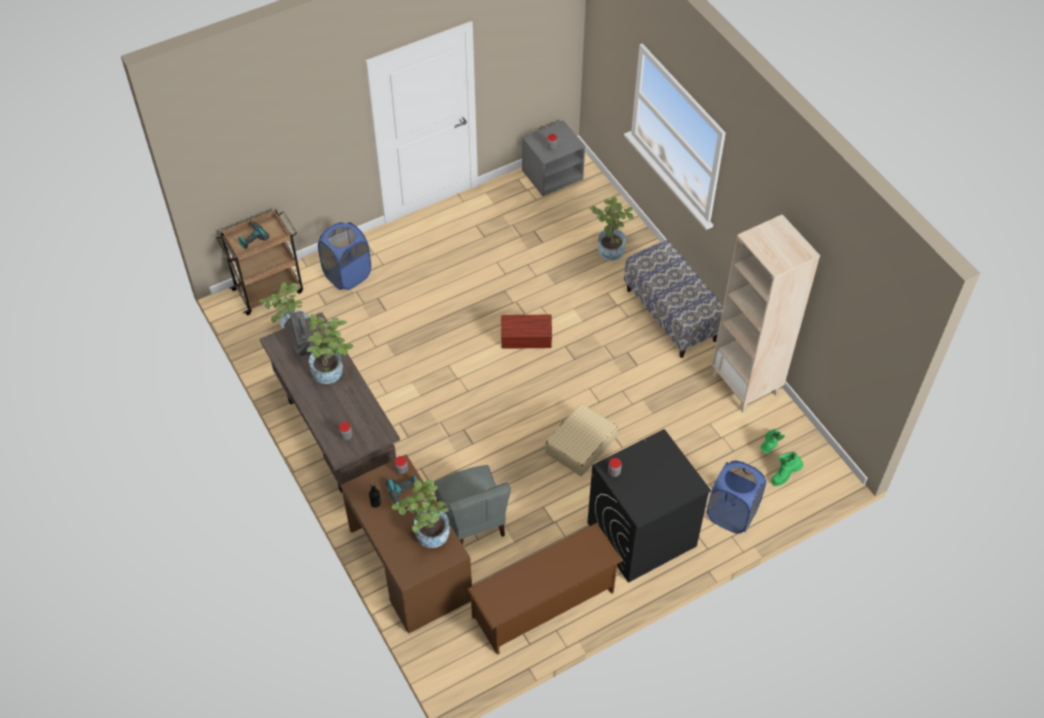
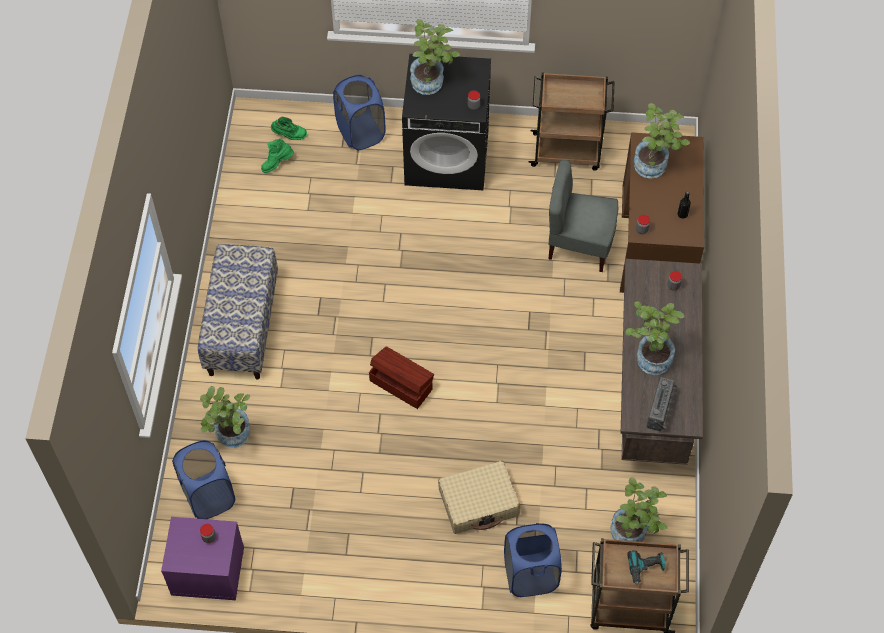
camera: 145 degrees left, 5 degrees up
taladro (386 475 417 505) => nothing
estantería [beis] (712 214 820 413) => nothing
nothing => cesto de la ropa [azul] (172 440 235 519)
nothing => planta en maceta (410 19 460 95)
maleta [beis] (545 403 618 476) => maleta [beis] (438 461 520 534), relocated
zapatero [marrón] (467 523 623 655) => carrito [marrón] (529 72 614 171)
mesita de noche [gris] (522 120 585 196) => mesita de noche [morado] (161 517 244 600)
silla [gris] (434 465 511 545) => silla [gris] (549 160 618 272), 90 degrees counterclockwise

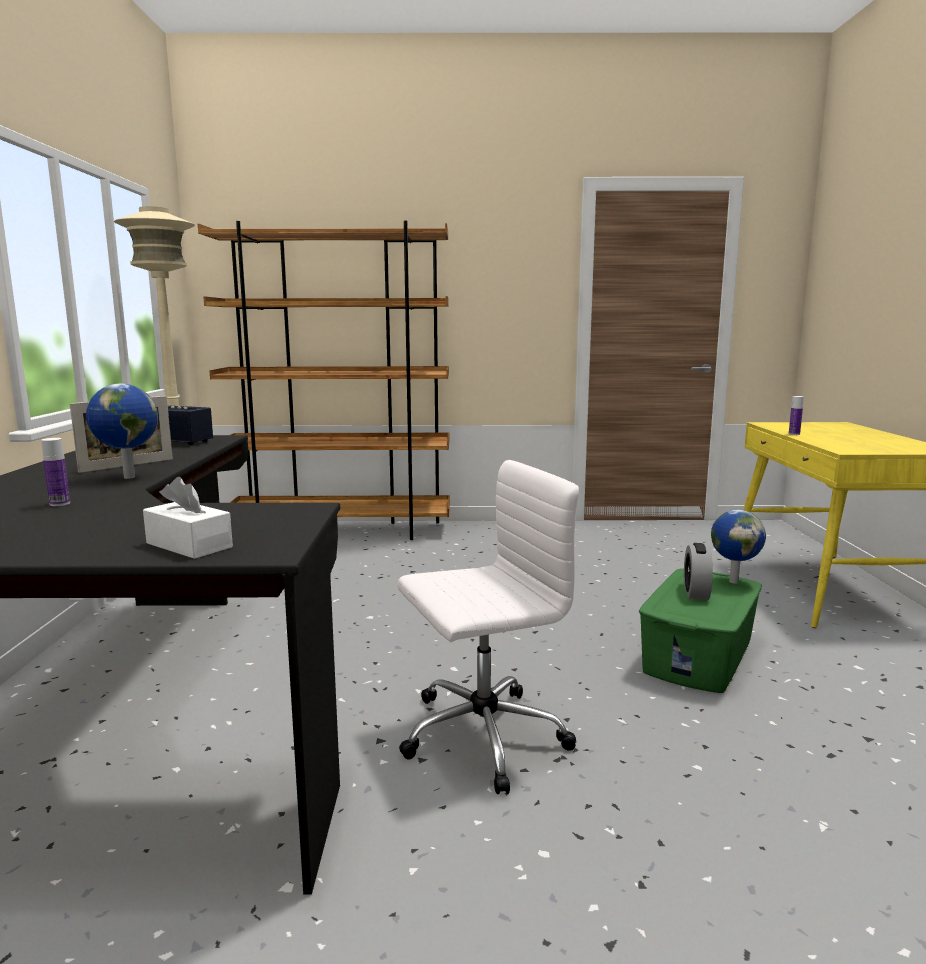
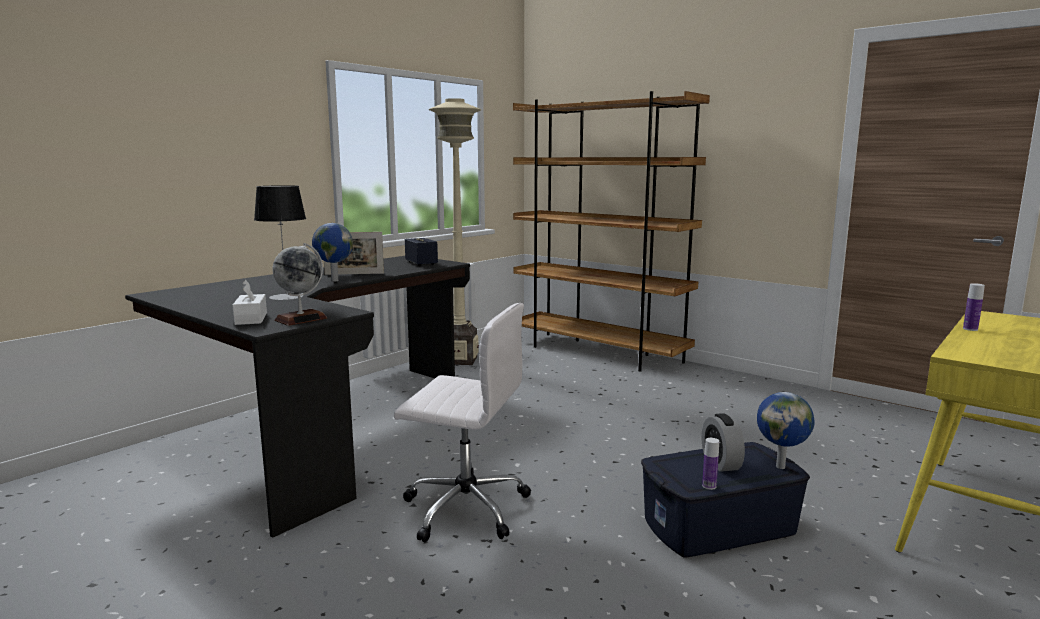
camera: 40 degrees right, 0 degrees up
nothing => lámpara de mesa (254 185 306 300)
nothing => globo terráqueo (273 243 327 326)
botella (41 438 70 506) => botella (702 438 719 490), relocated
caja de almacenaje [verde] (639 569 762 693) => caja de almacenaje [azul] (641 442 810 557)
despertador (684 543 713 600) => despertador (701 413 745 472), 60 degrees counterclockwise

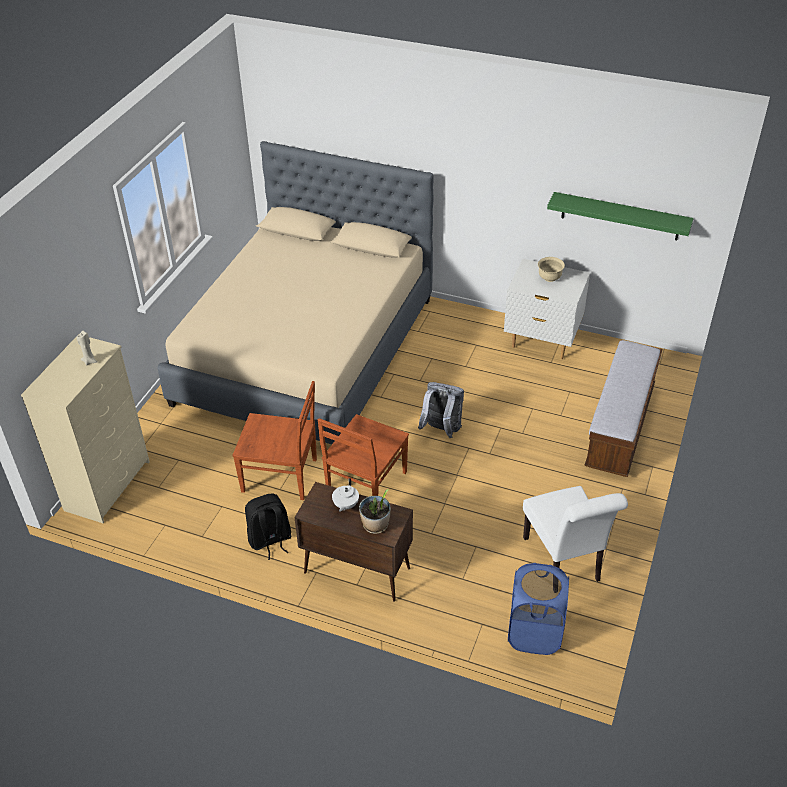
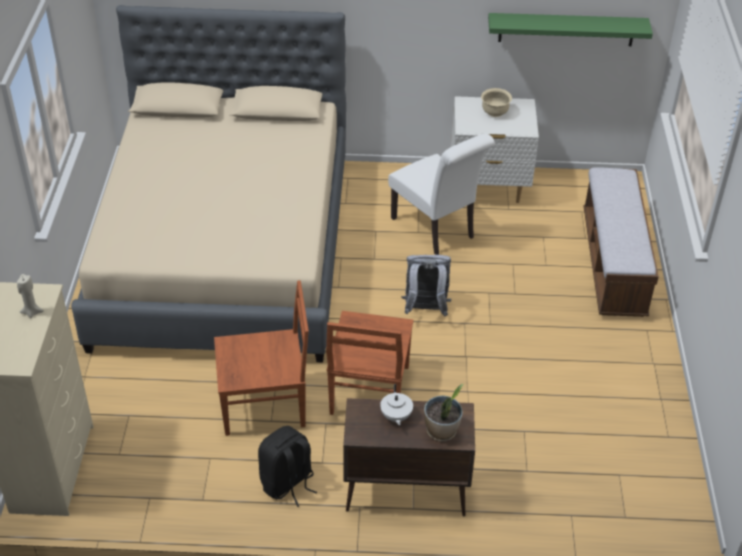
camera: 20 degrees left, 0 degrees up
cesto de la ropa [azul] (508 563 569 655) => nothing
silla [blanco] (523 486 628 582) => silla [blanco] (388 134 495 255), relocated

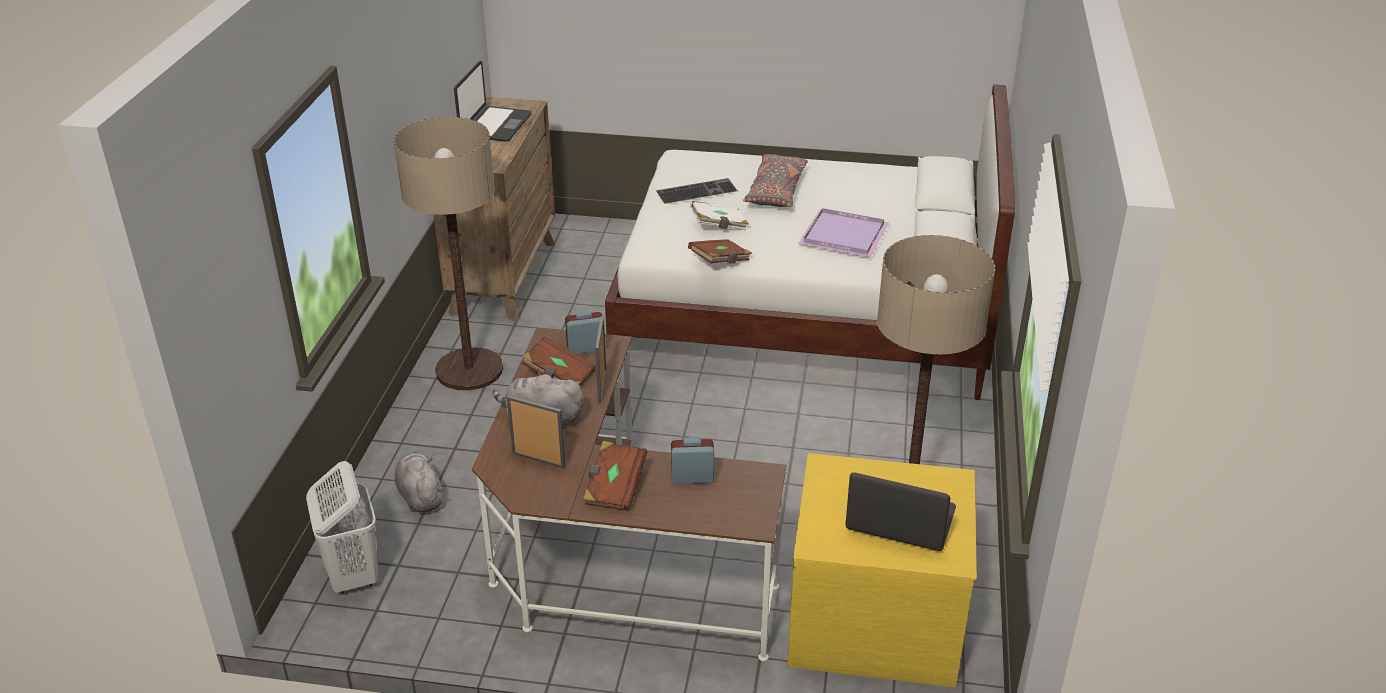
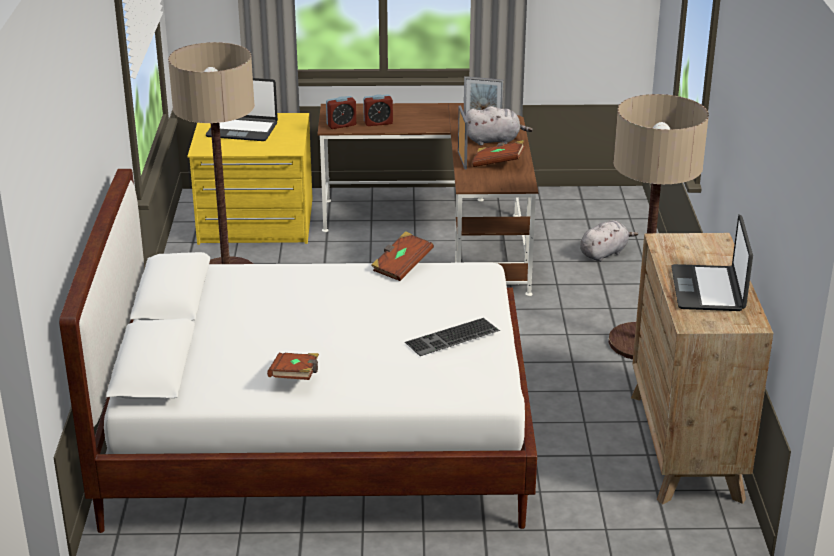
camera: 170 degrees right, 5 degrees down
cesto de la ropa [blanco] (306 461 378 593) => nothing
libro [blanco] (690 201 749 230) => nothing
cojín [gris] (743 154 808 207) => nothing
bandeja [morado] (798 208 889 258) => nothing
despertador (565 311 605 354) => despertador (326 96 356 129), relocated
libro [marrón] (583 441 647 511) => libro [marrón] (267 353 319 380), relocated
peluche [gris] (395 451 443 513) => peluche [gris] (580 220 638 262), 90 degrees counterclockwise

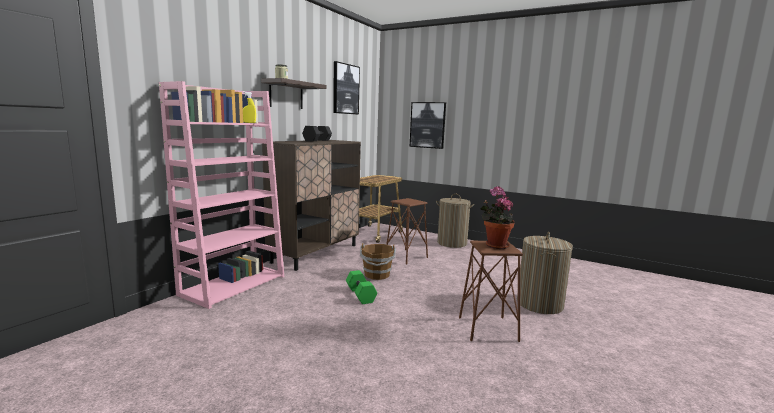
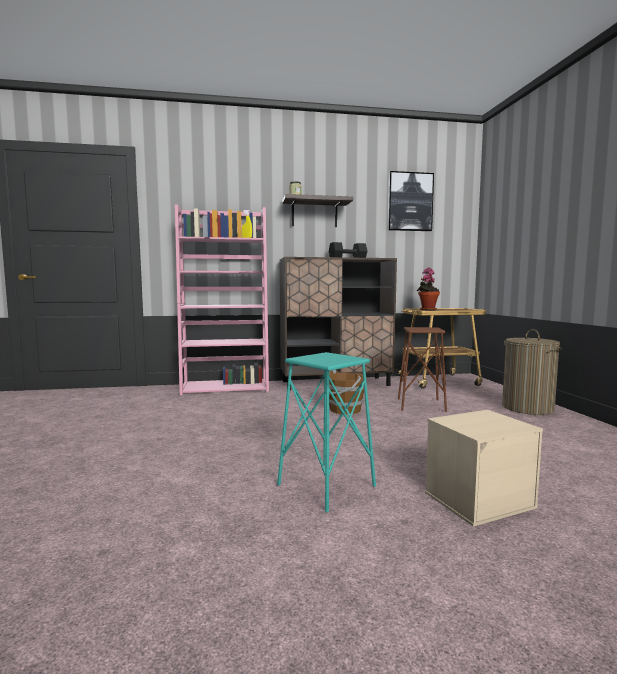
camera: 50 degrees right, 5 degrees down
mancuerna [verde] (346 270 377 304) => nothing
cuadro (410 102 446 149) => nothing
planta en maceta (480 186 515 249) => planta en maceta (417 268 440 310), relocated
cesto de la ropa (517 232 573 314) => caja de almacenaje [beis] (425 410 543 527)
taburete [marrón] (459 241 523 342) => taburete [turquesa] (277 352 376 512)

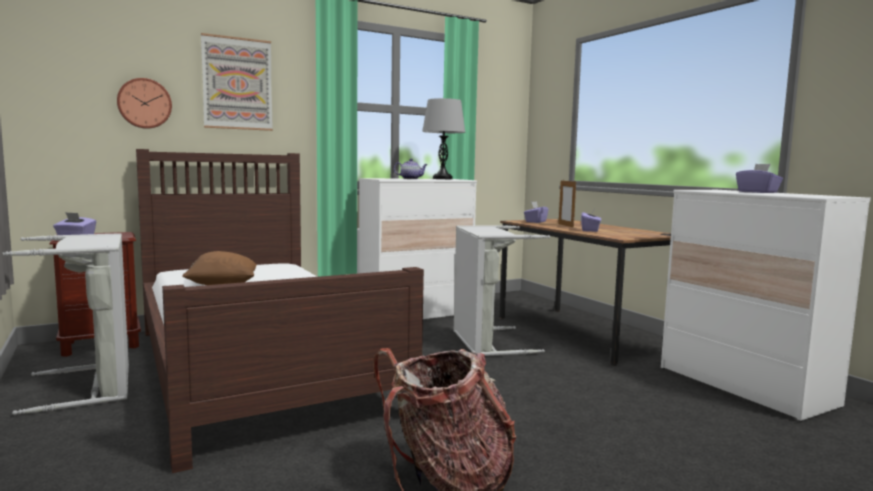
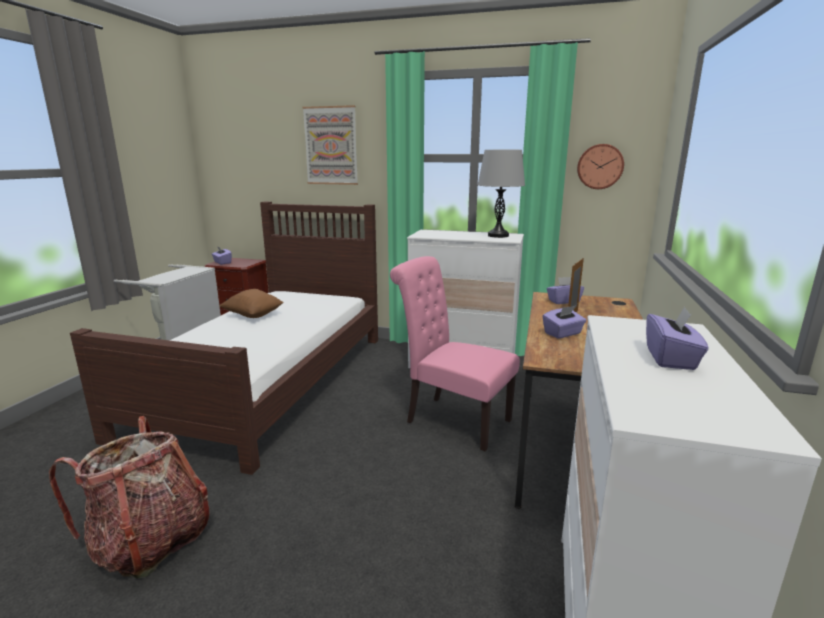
camera: 45 degrees right, 10 degrees up
tetera (394 159 428 179) => nothing
reloj de pared (117 78 172 129) => reloj de pared (577 144 624 189), relocated
cesto de la ropa [gris] (453 225 550 356) => silla [rosa] (390 256 520 451)

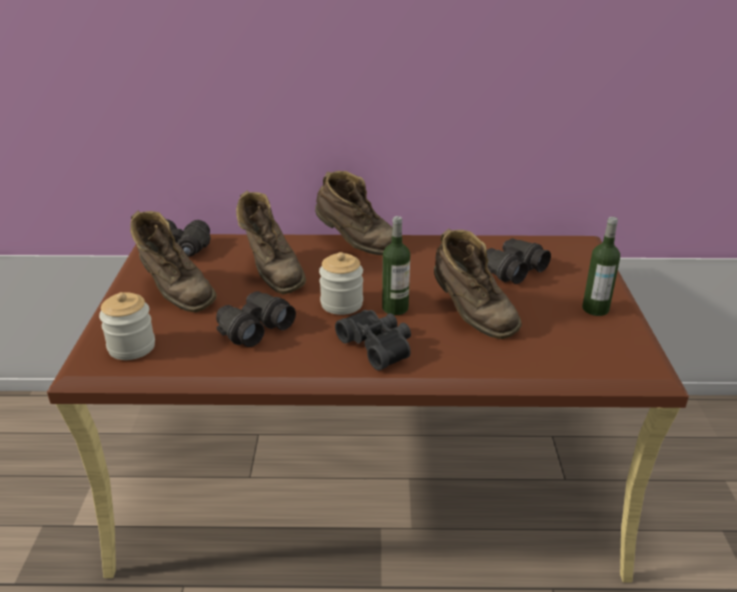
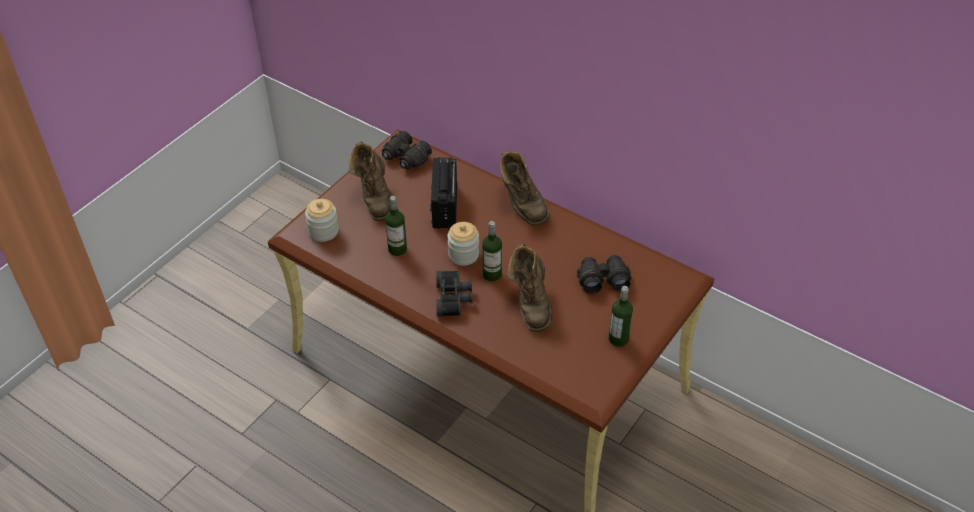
camera: 35 degrees right, 15 degrees up
prismáticos [negro] (216 291 296 347) => botella (385 196 407 256)
bota [marrón] (236 190 306 294) => radio (430 157 457 229)

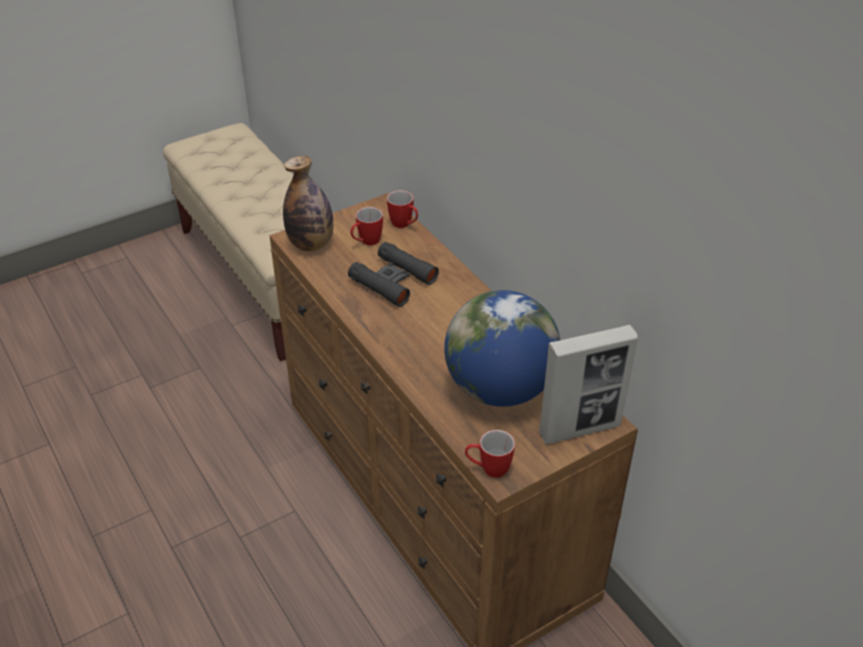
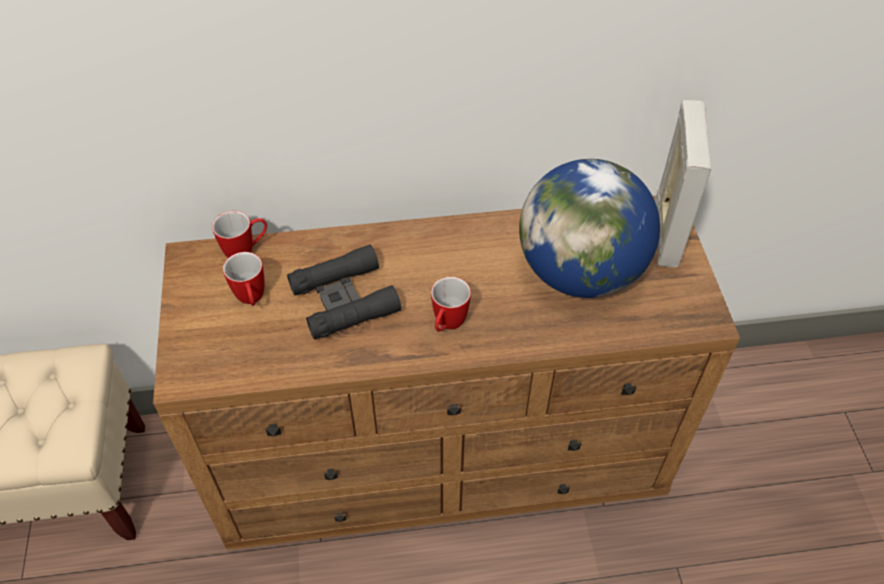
camera: 65 degrees left, 10 degrees up
botella (283 156 333 251) => nothing
taza grande (465 430 515 478) => taza grande (431 277 471 332), relocated

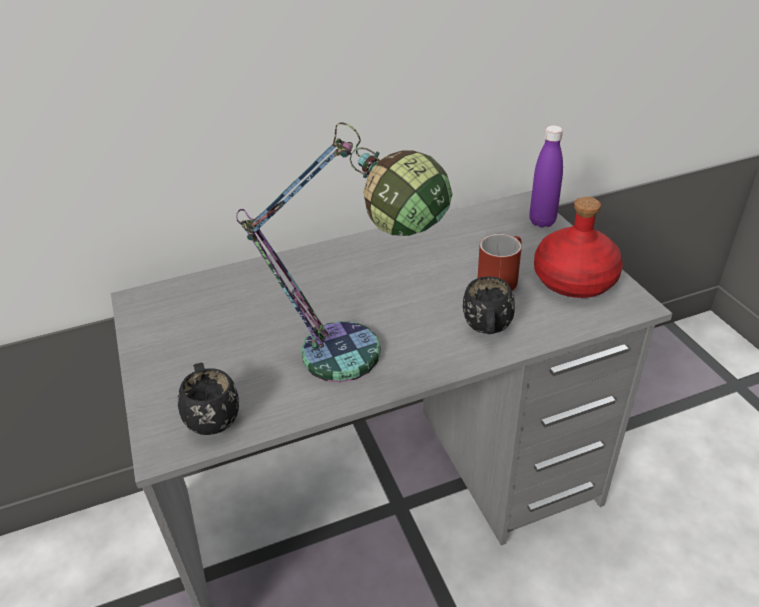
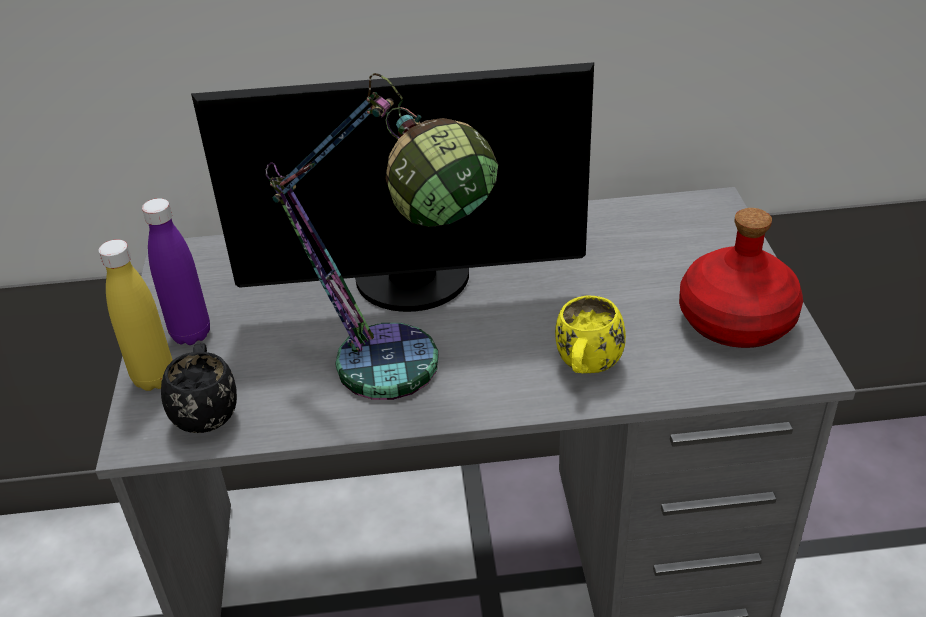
camera: 15 degrees right, 0 degrees up
taza grande [rojo] (478 234 522 291) => nothing
nothing => botella [amarillo] (99 240 173 391)
nothing => monitor (191 62 594 312)
botella [morado] (530 125 563 228) => botella [morado] (142 198 210 345), relocated
taza grande [negro] (463 277 515 334) => taza grande [amarillo] (555 296 626 373)

